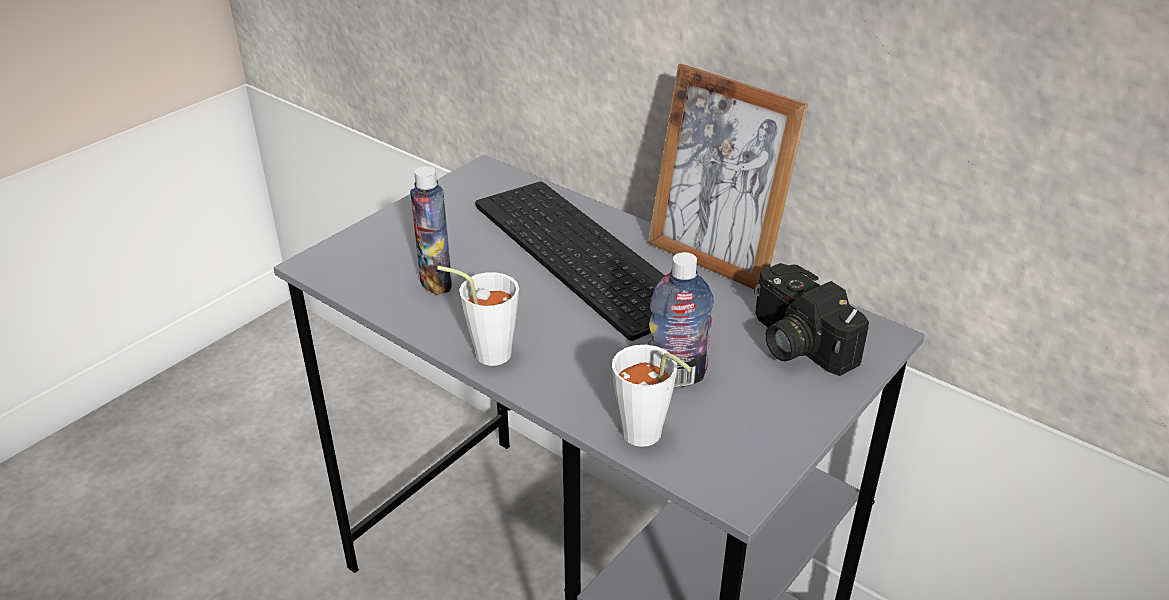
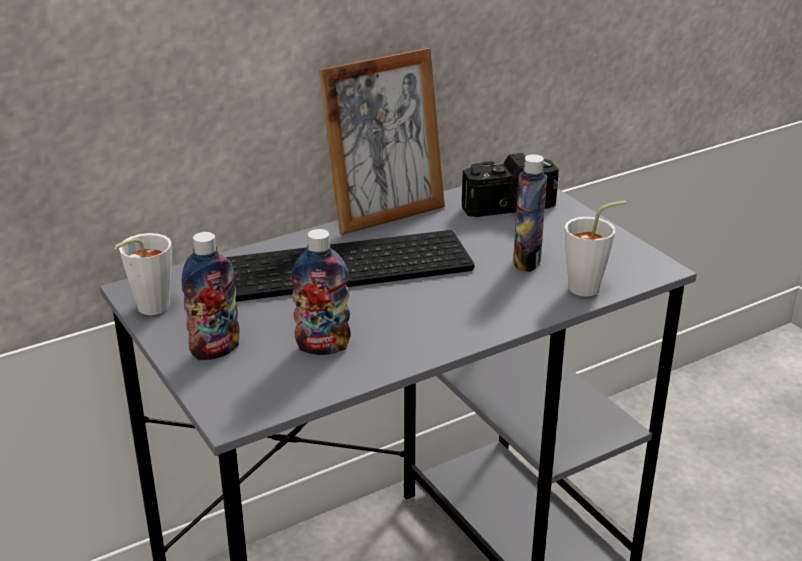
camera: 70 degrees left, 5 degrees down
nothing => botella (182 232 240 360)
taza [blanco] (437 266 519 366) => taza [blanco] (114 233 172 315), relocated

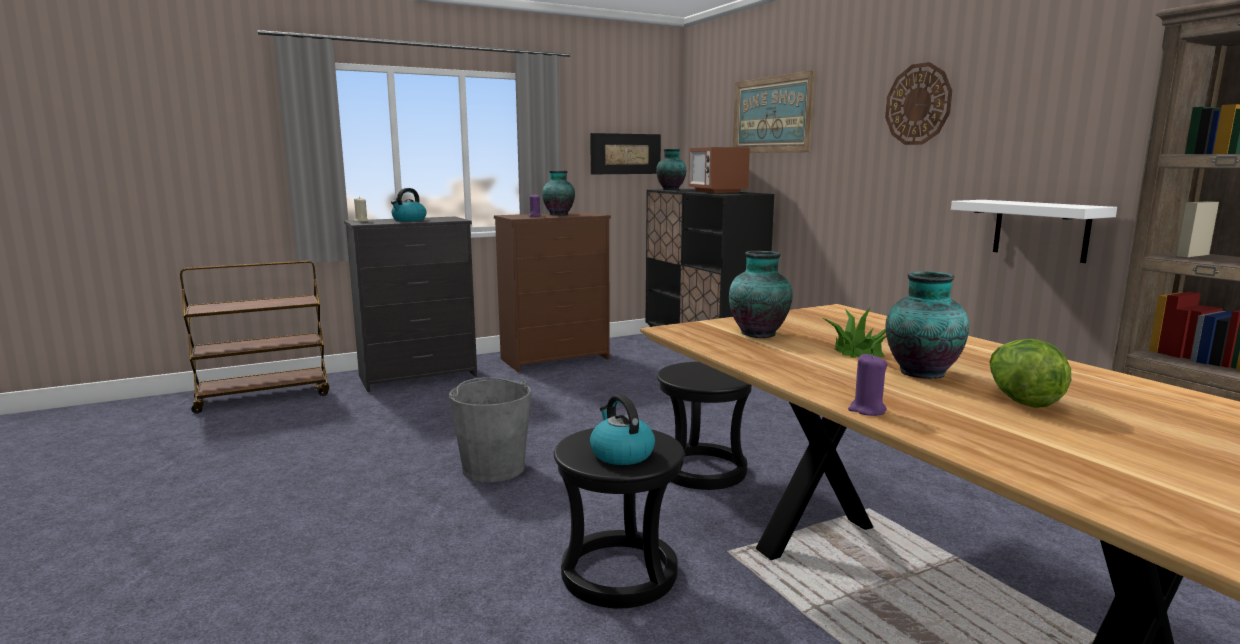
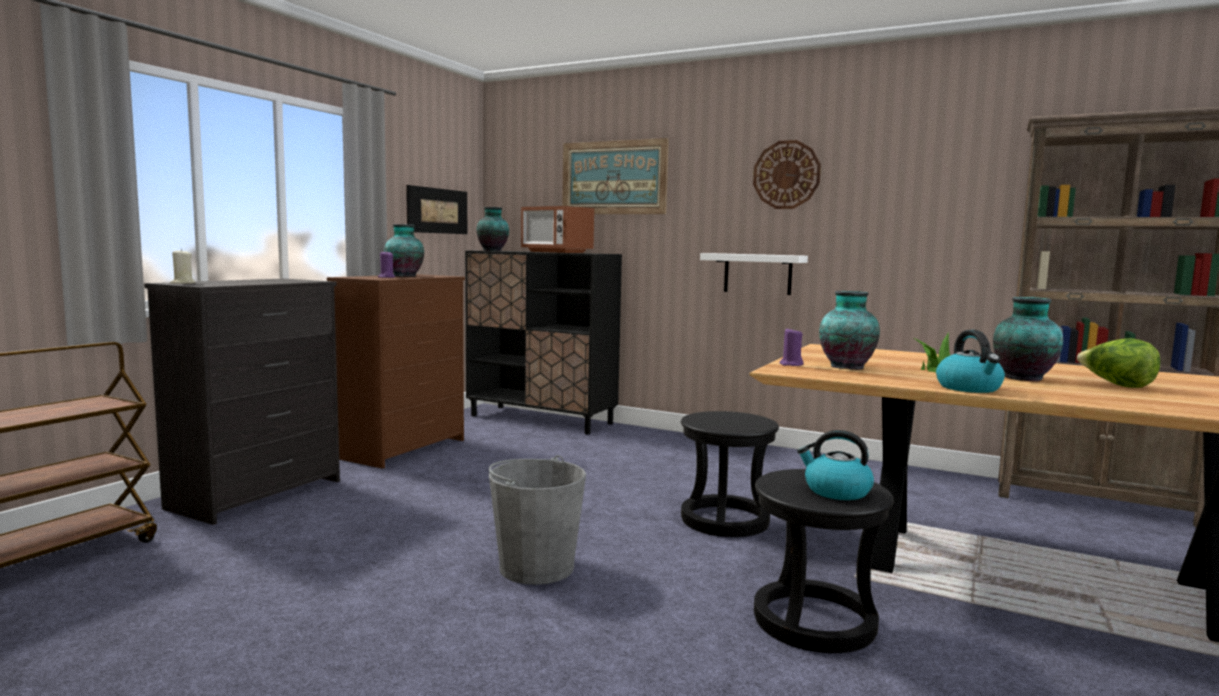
camera: 35 degrees left, 5 degrees down
hervidor (391 188 427 222) => hervidor (936 330 1005 393), relocated
vela [morado] (848 353 888 416) => vela [morado] (780 327 803 366), relocated
estante [blanco] (951 200 1117 263) => estante [blanco] (700 253 808 295), relocated

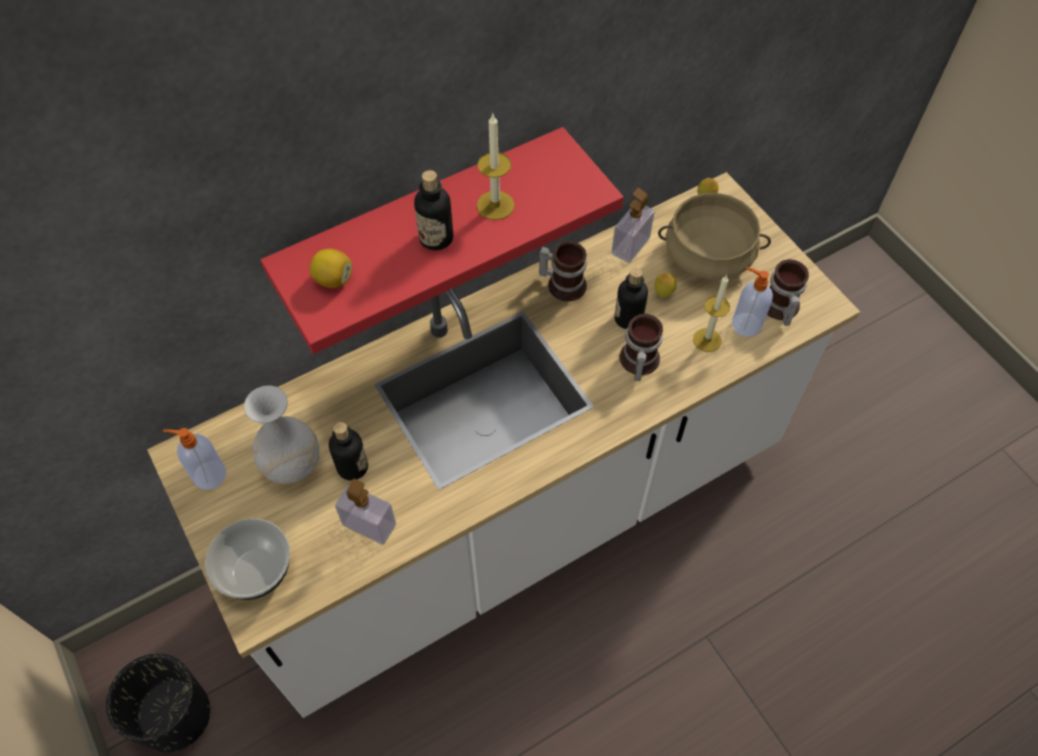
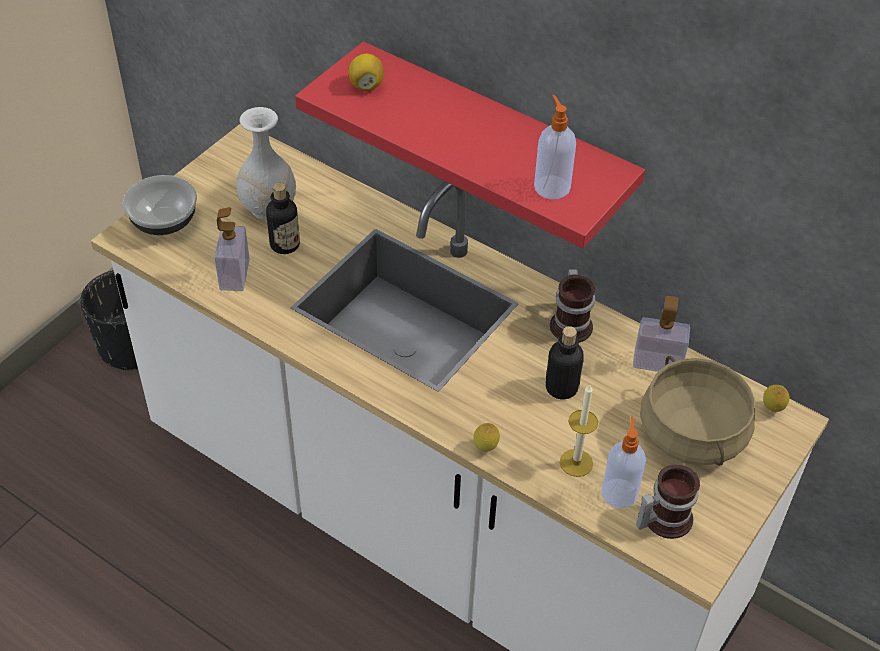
camera: 65 degrees right, 10 degrees down
botella (414 170 453 250) => nothing
vela (477 113 514 220) => nothing
taza grande (619 314 663 381) => nothing
dispensador de jabón (163 428 226 490) => dispensador de jabón (534 95 576 200), relocated
limón (654 273 677 298) => limón (473 423 500 452), relocated

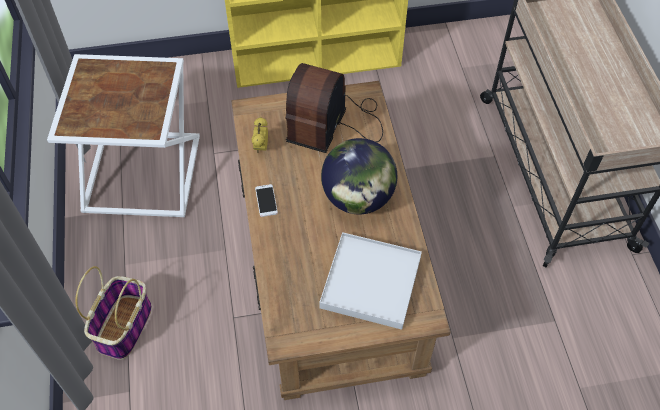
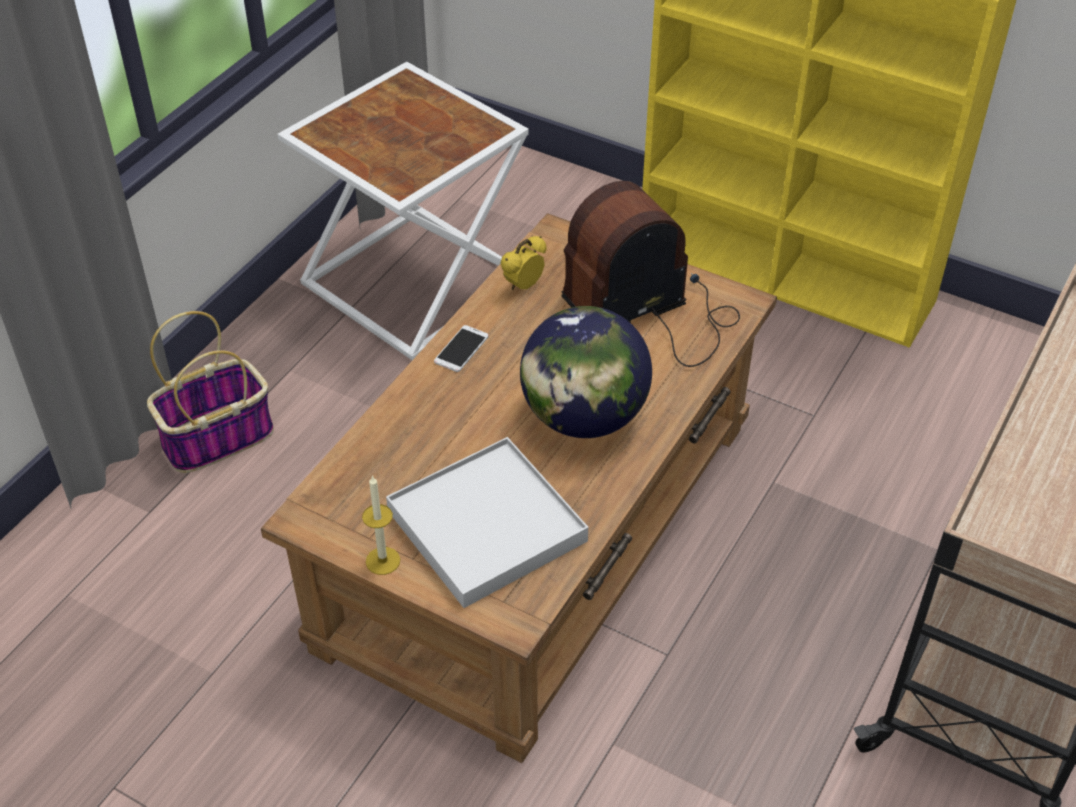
camera: 40 degrees right, 10 degrees down
nothing => vela (362 475 400 575)

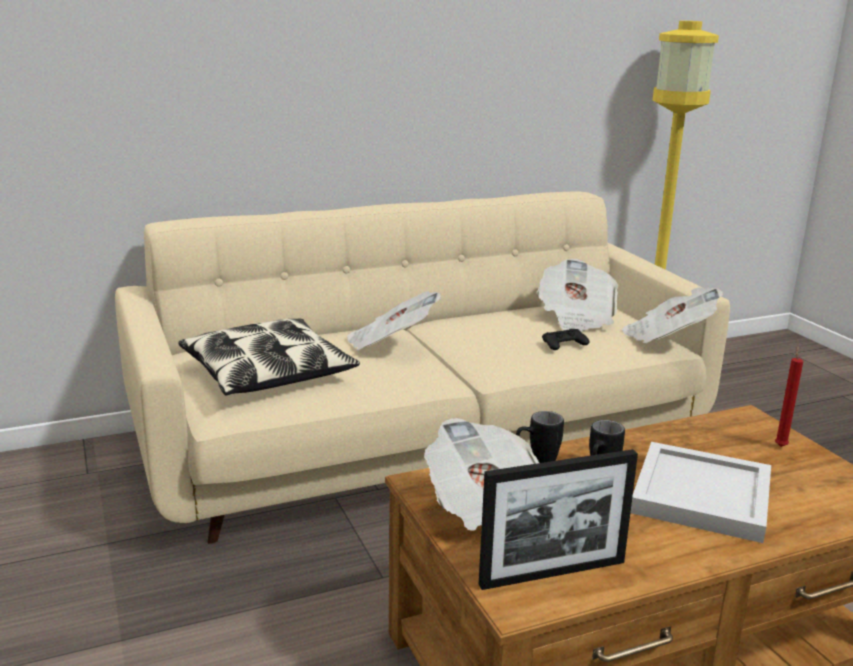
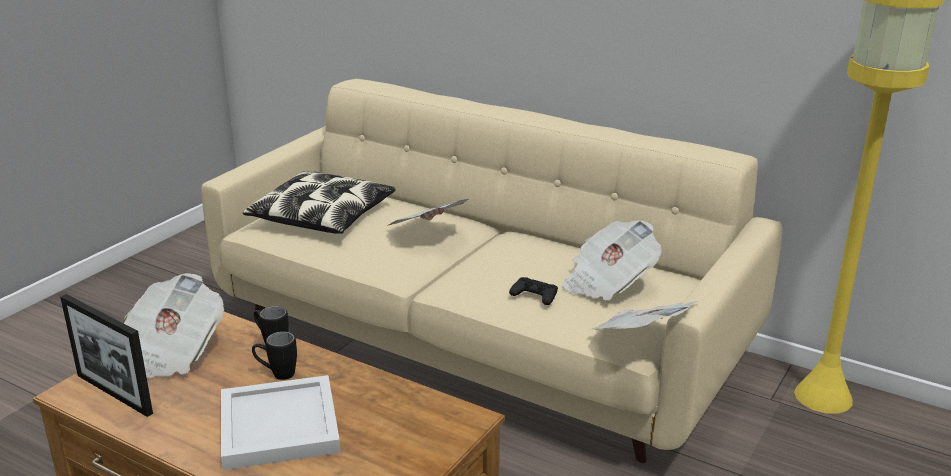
camera: 55 degrees right, 5 degrees up
vela [rojo] (775 346 803 447) => nothing

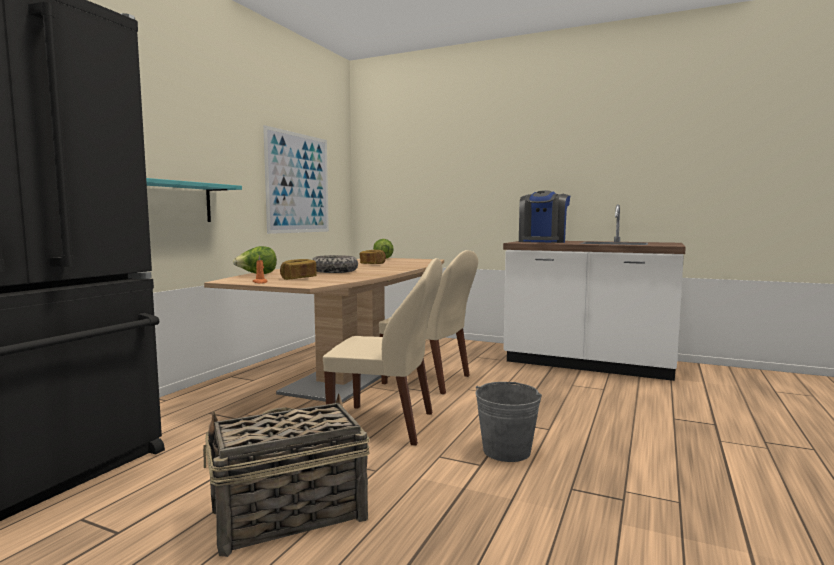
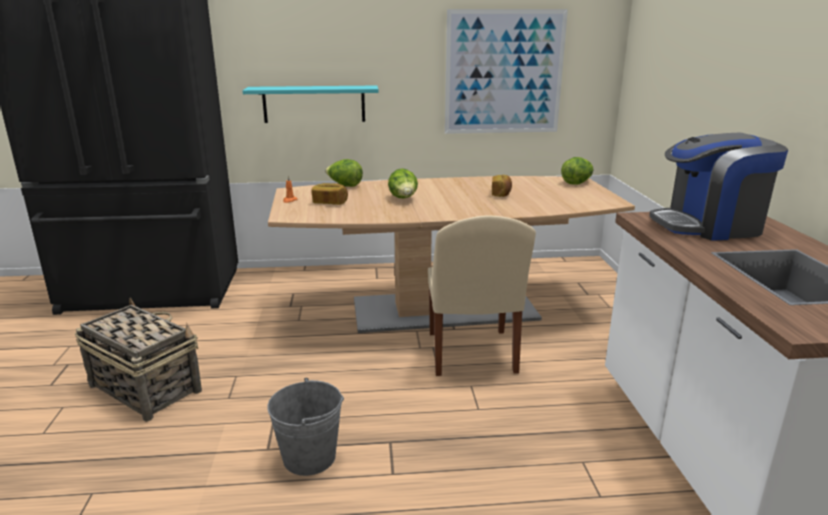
camera: 60 degrees right, 15 degrees up
silla [beis] (323 258 443 446) => nothing
cuenco (312 255 358 273) => lechuga (388 168 418 199)

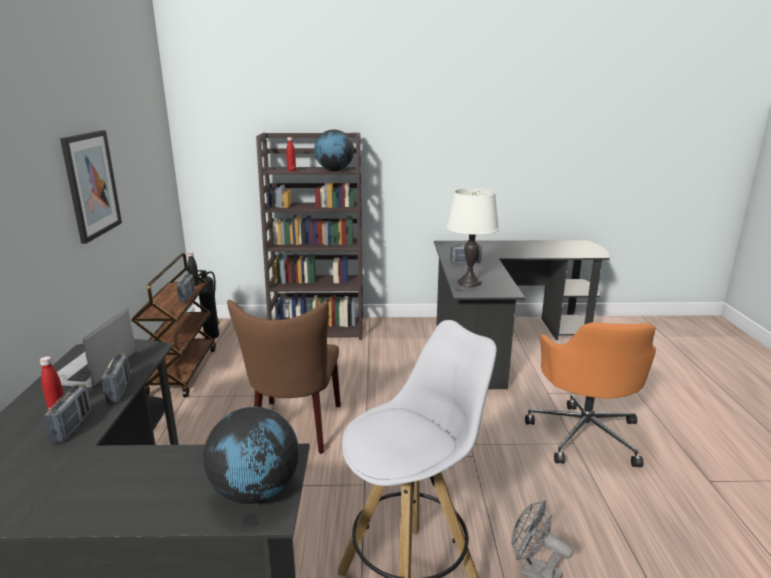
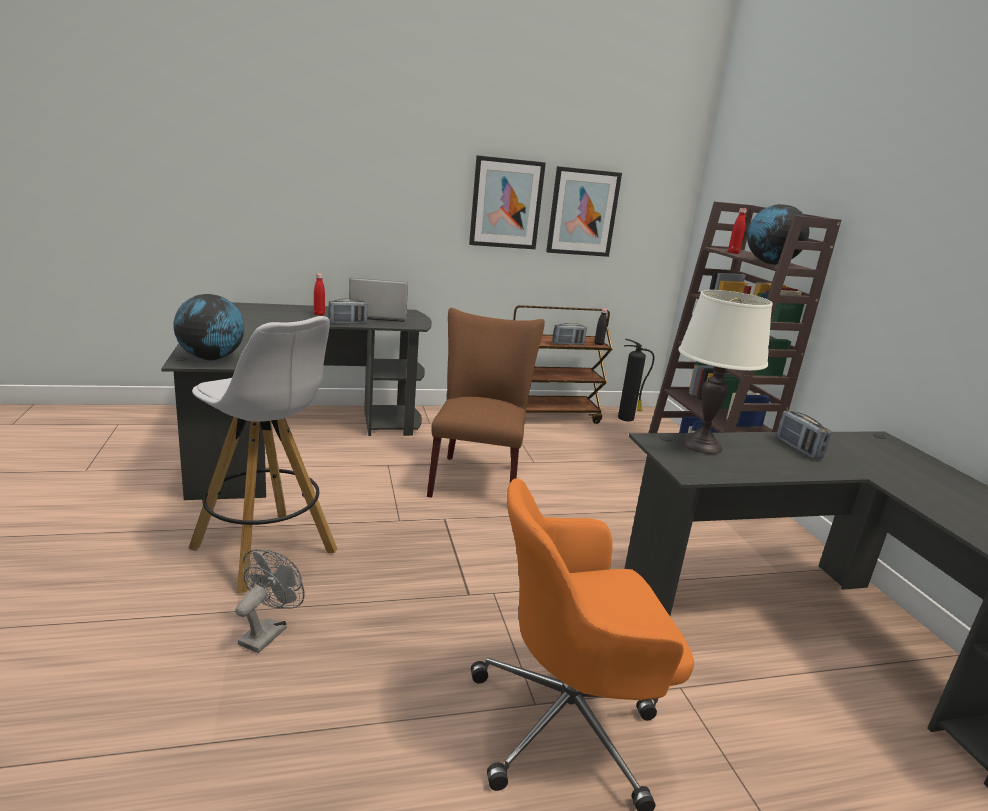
camera: 75 degrees right, 0 degrees up
radio (45 384 91 442) => nothing
nothing => cuadro (546 166 622 257)
silla [marrón] (227 300 341 454) => silla [marrón] (427 308 545 498), 105 degrees clockwise

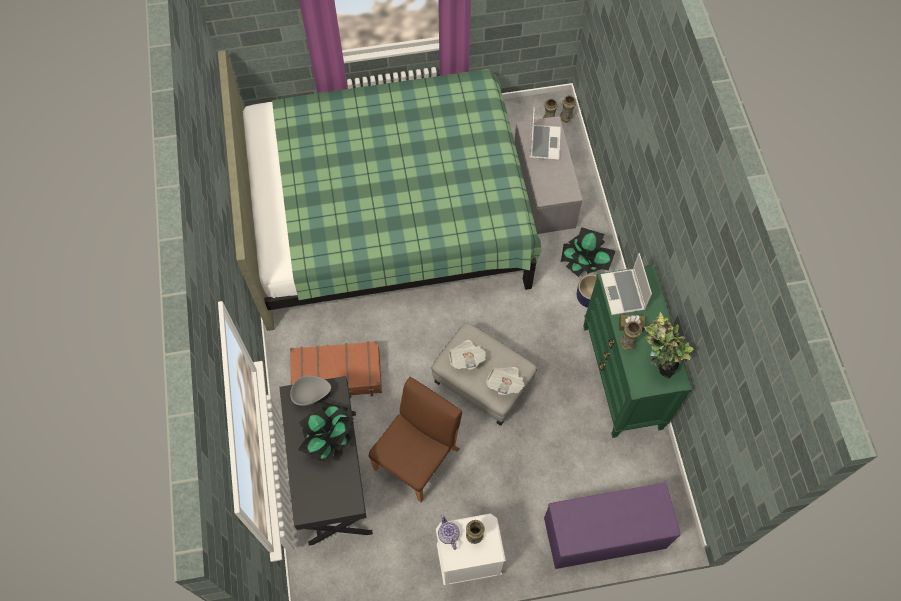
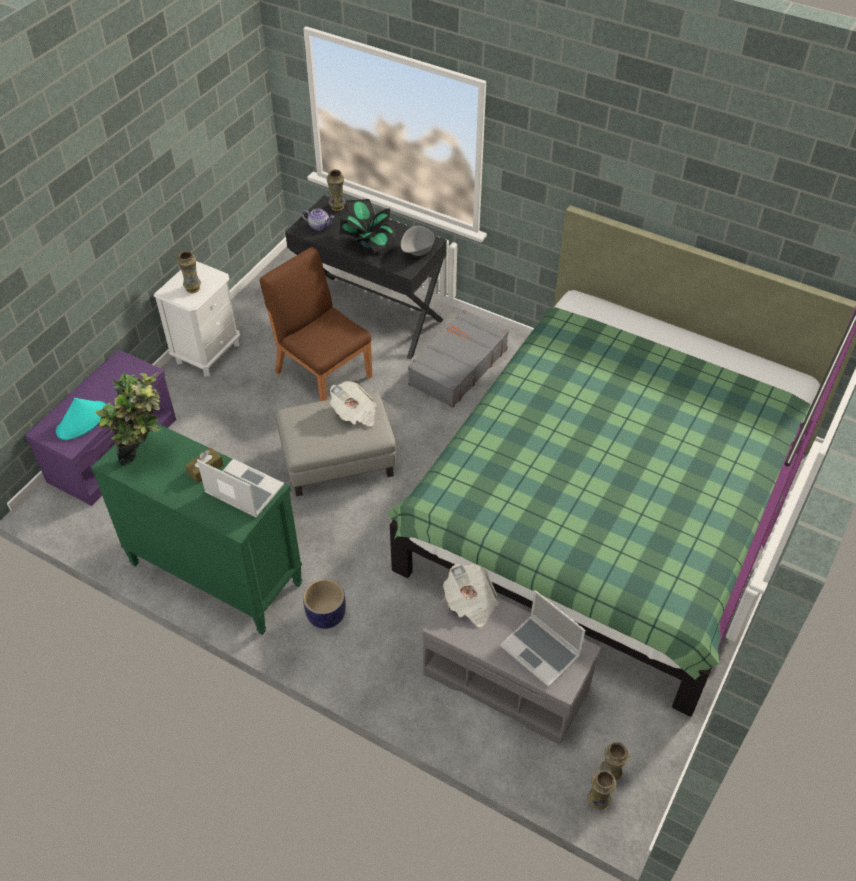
camera: 130 degrees right, 15 degrees down
planta en maceta (561 227 616 277) => nothing
nothing => sombrero [turquesa] (56 398 107 440)
tetera (438 514 460 550) => tetera (302 209 334 231), relocated
periódico (486 367 525 395) => periódico (443 563 499 627), relocated
florero (620 321 642 350) => florero (327 169 345 211), relocated
maleta [marrón] (290 341 382 398) => maleta [gris] (408 310 509 408)
silla [marrón] (369 377 462 502) => silla [marrón] (260 247 372 401), 150 degrees clockwise

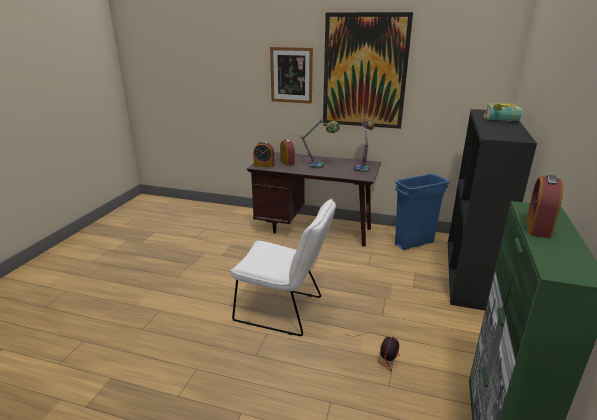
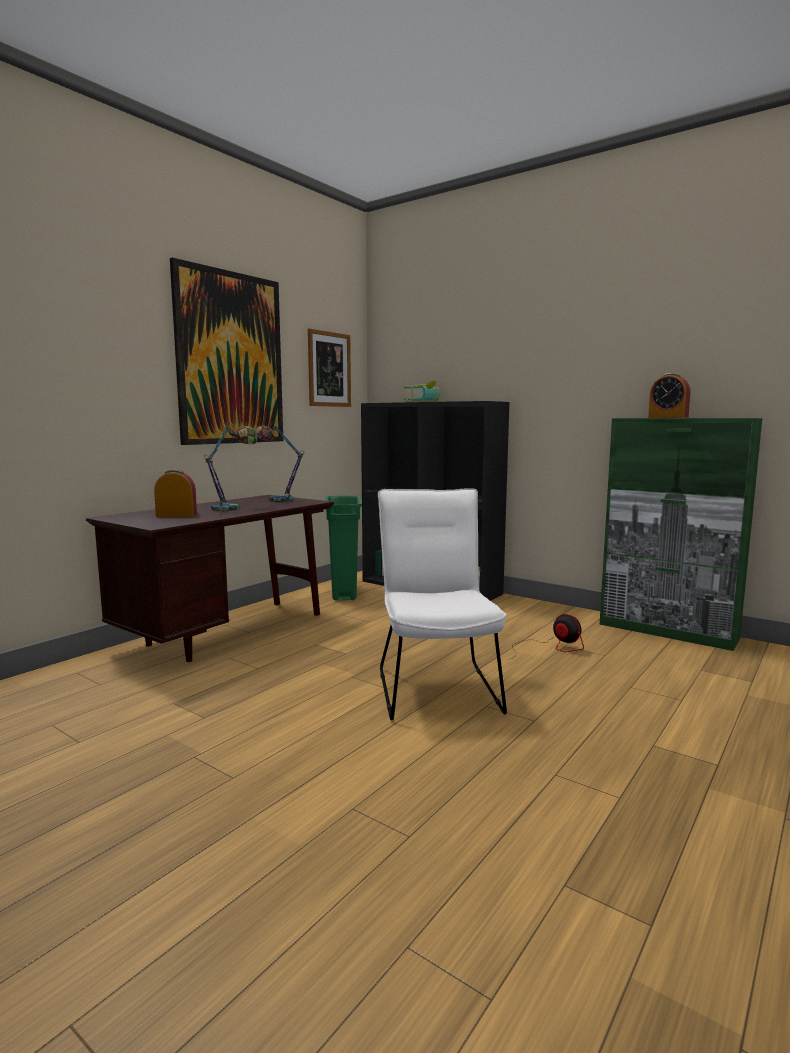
camera: 70 degrees left, 15 degrees down
despertador (253 141 274 167) => nothing
cuadro (270 47 313 104) => cuadro (308 329 351 407), relocated
papelera [azul] (395 174 449 250) => papelera [verde] (325 495 362 601)
silla [blanco] (230 199 336 336) => silla [blanco] (378 488 507 720), 45 degrees counterclockwise

